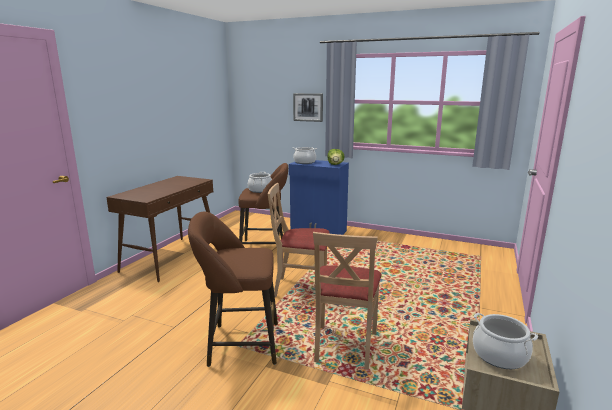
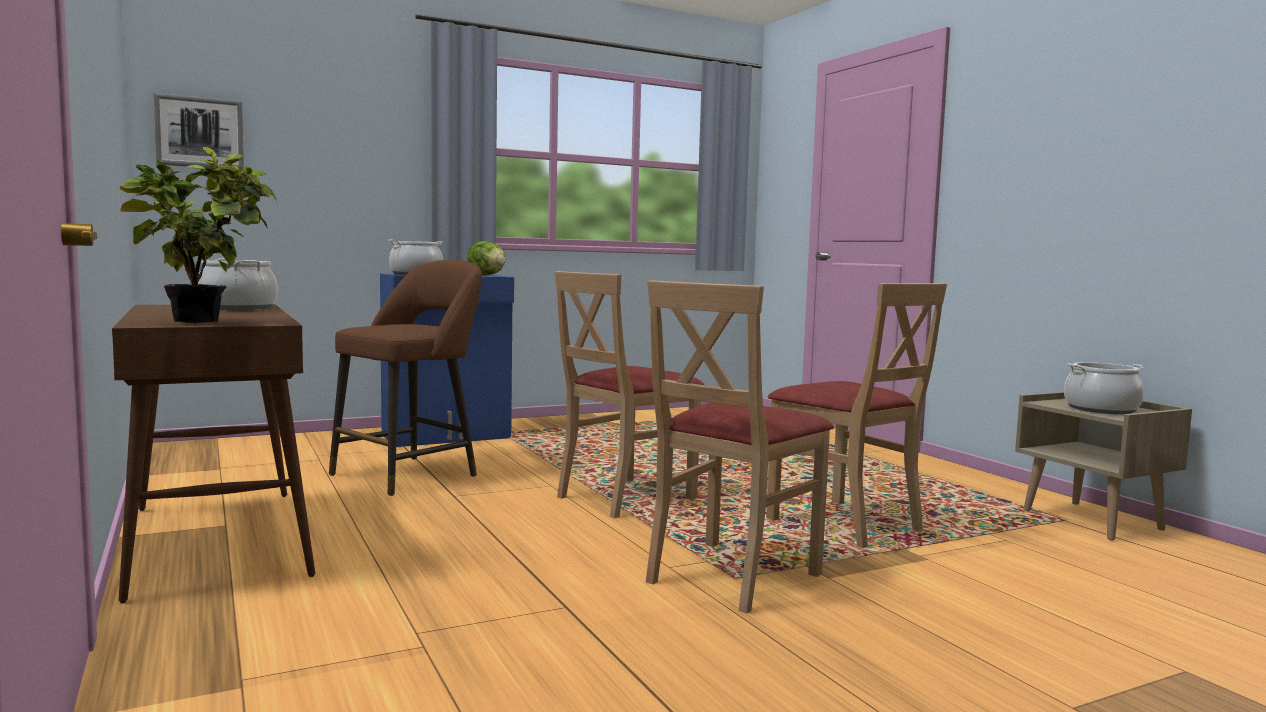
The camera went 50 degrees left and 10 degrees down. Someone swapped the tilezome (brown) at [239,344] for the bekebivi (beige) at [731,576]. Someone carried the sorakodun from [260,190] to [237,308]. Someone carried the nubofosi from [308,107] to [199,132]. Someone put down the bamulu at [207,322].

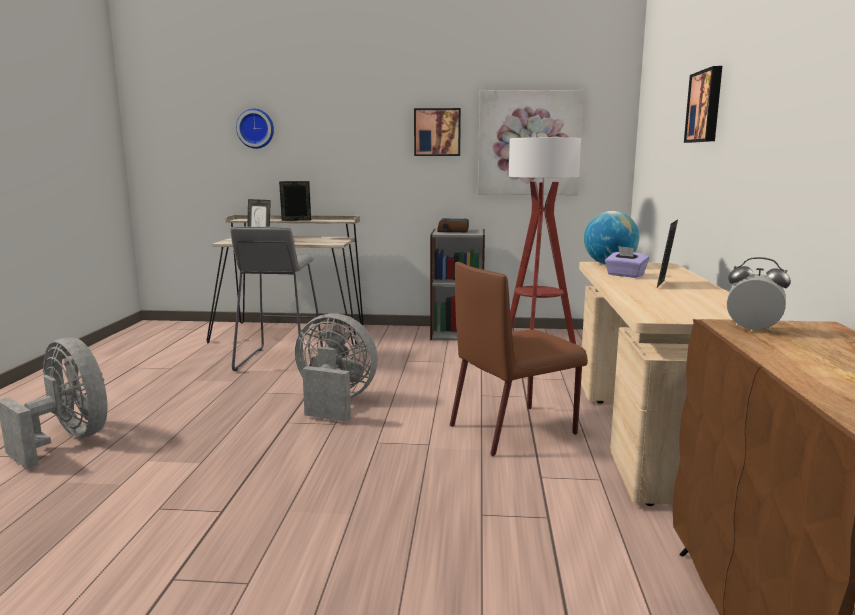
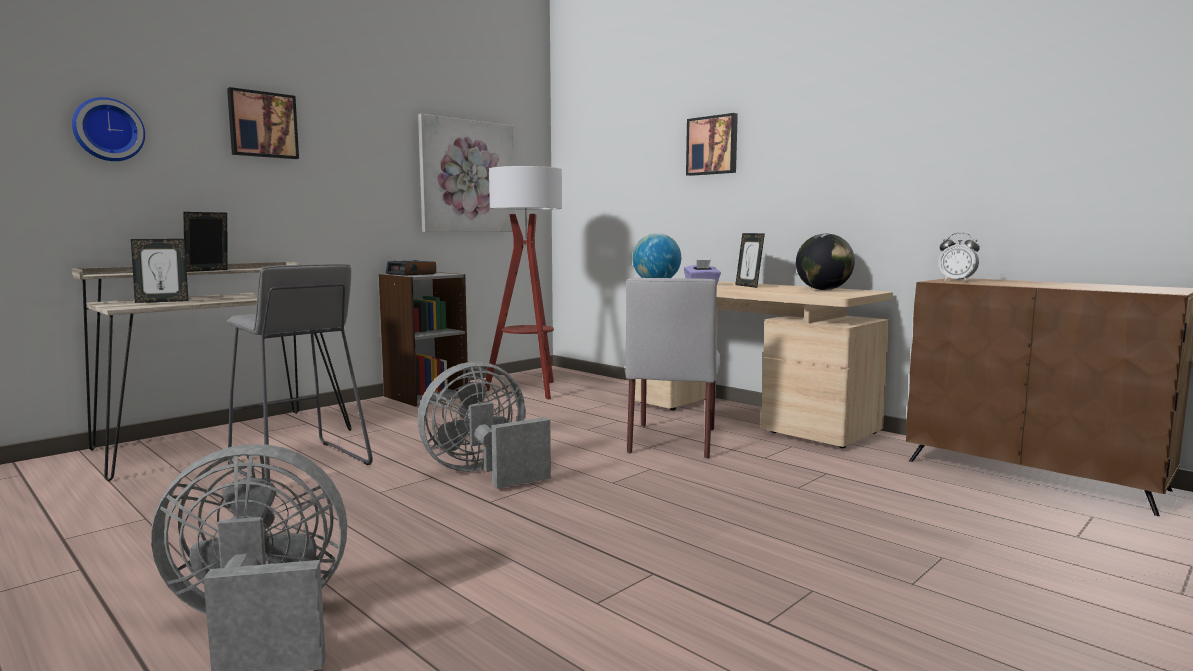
The camera went 50 degrees left and 5 degrees down. Someone carried the nubofosi from [437,132] to [262,125]. Someone repainted the bekebivi (brown) at [514,429], which became the bekebivi (grey) at [672,440]. Someone rotated the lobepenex at [752,329] by 120 degrees counterclockwise. Someone put down the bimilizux at [823,290].

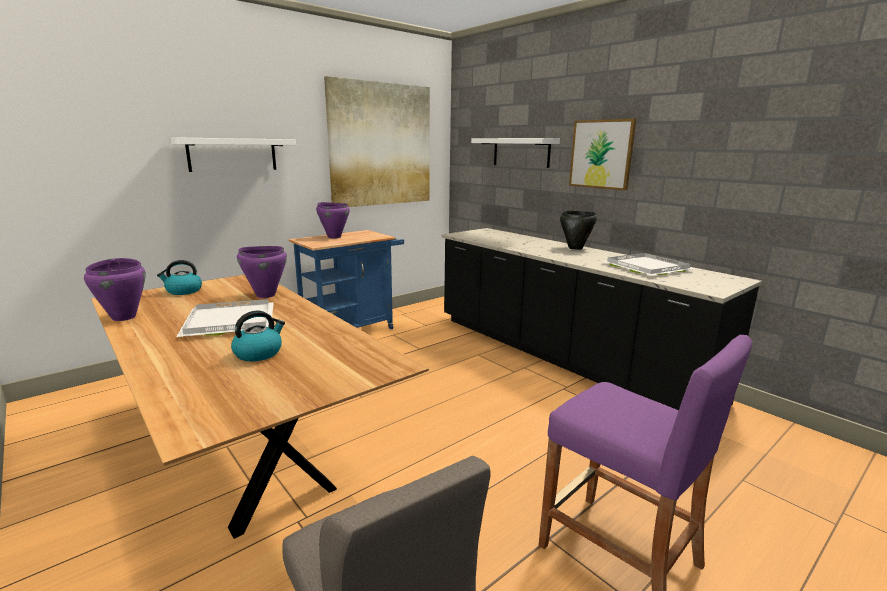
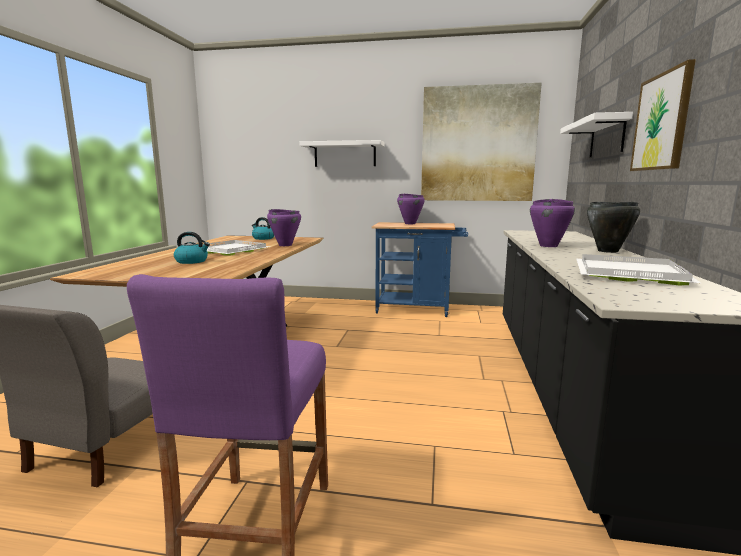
The camera went 50 degrees right and 5 degrees down. Someone carried the sorakodun (purple) from [124,317] to [549,246].

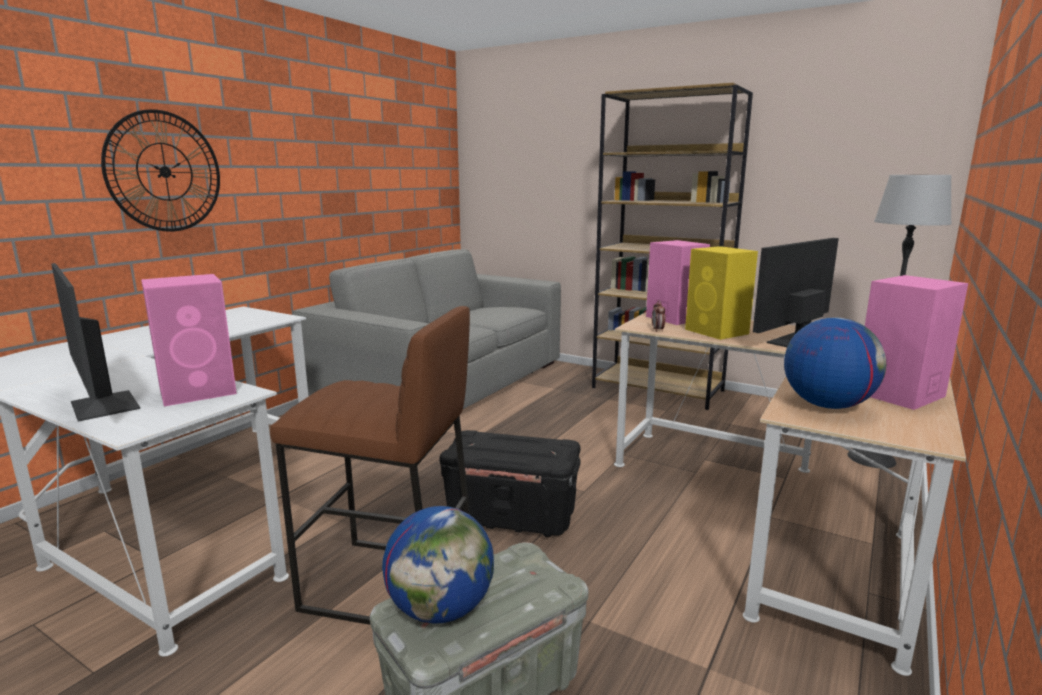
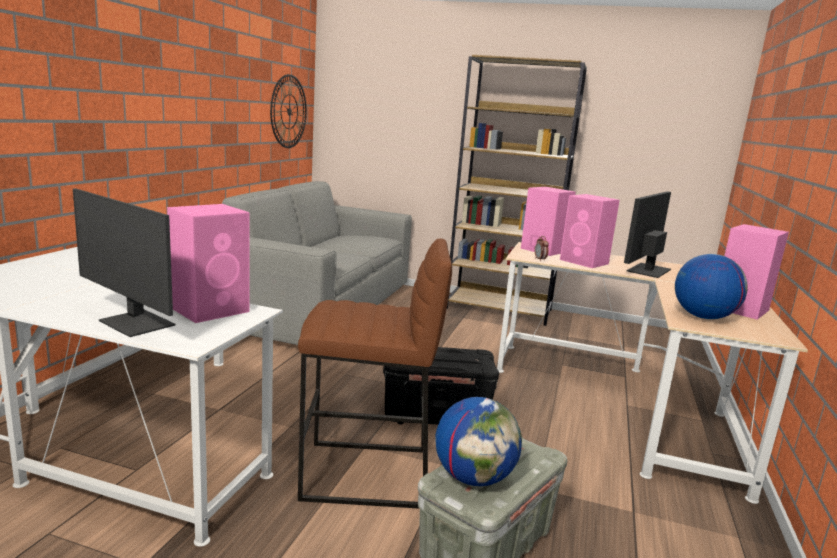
The camera went 15 degrees left and 0 degrees up. Someone carried the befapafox from [165,172] to [289,111]. Someone repainted the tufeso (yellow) at [717,332], which became the tufeso (pink) at [585,262]. Someone took away the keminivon at [871,458].

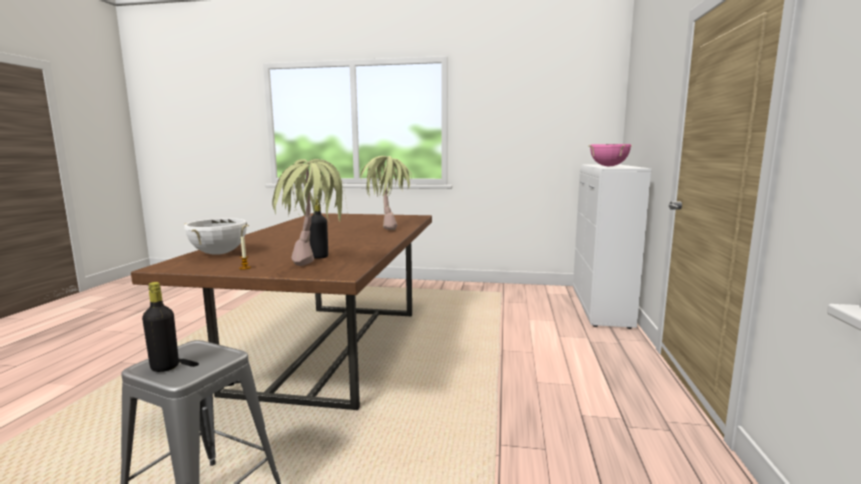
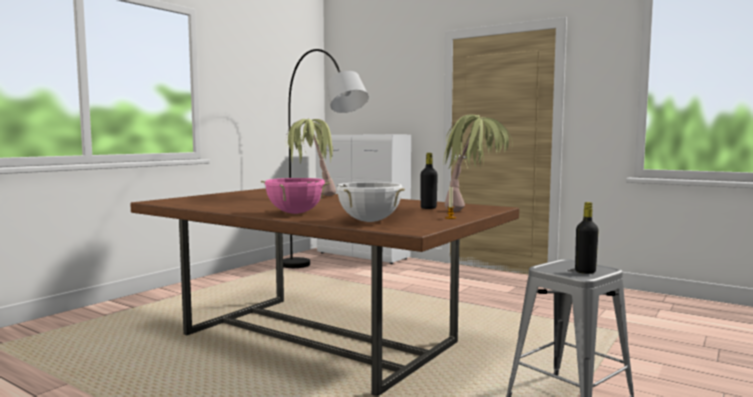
The camera went 65 degrees left and 5 degrees down. Someone carried the sorakodun (pink) from [609,166] to [295,213]. Someone put down the keminivon (grey) at [322,276].

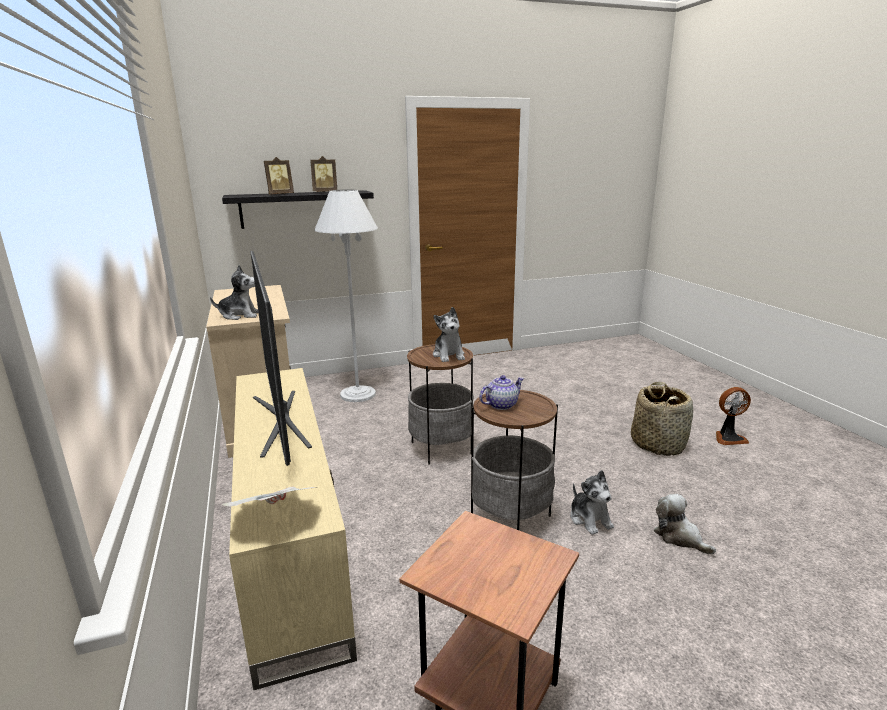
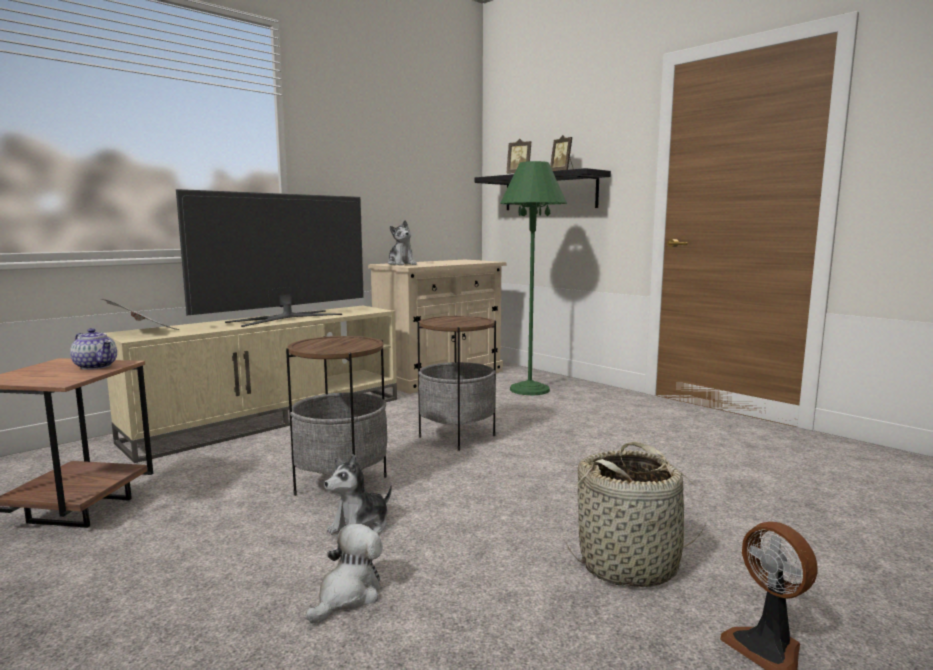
The camera went 65 degrees right and 10 degrees down. Someone repainted the keminivon (white) at [358,394], which became the keminivon (green) at [529,389]. Someone took away the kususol at [449,355]. Someone carried the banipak from [501,405] to [96,366].

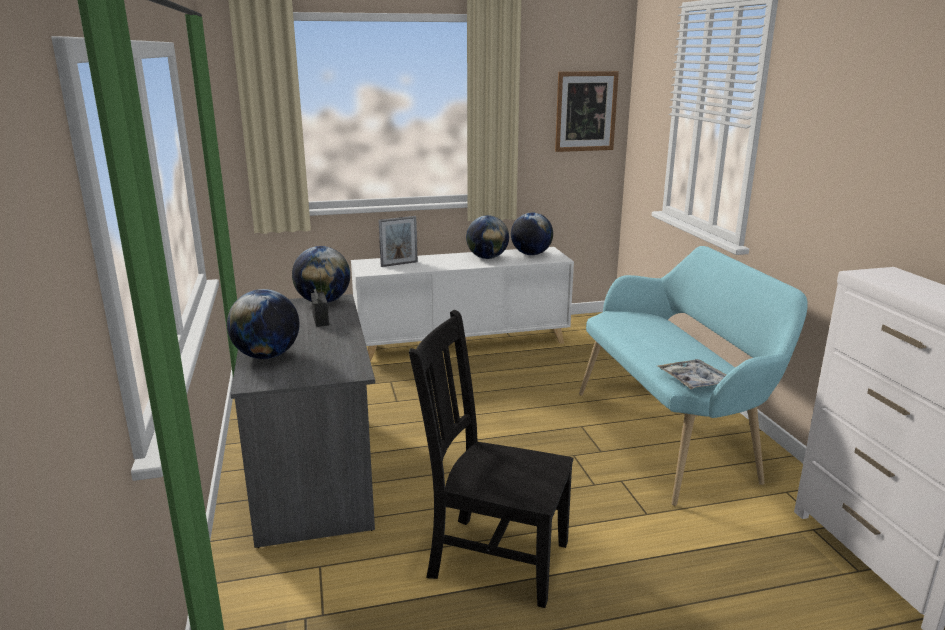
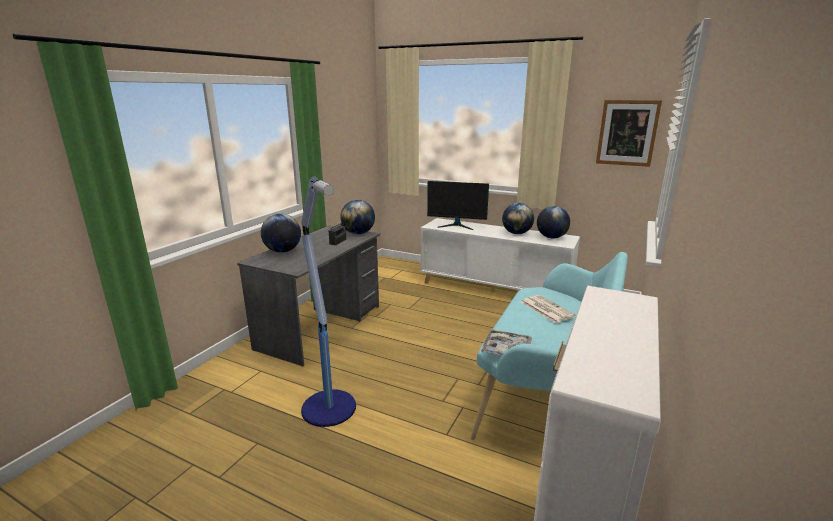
The camera went 40 degrees right and 0 degrees up. Someone swapped the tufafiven at [399,264] for the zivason at [456,225]. Someone swapped the bekebivi (black) at [494,557] for the keminivon at [330,409]. Someone put down the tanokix at [546,309].

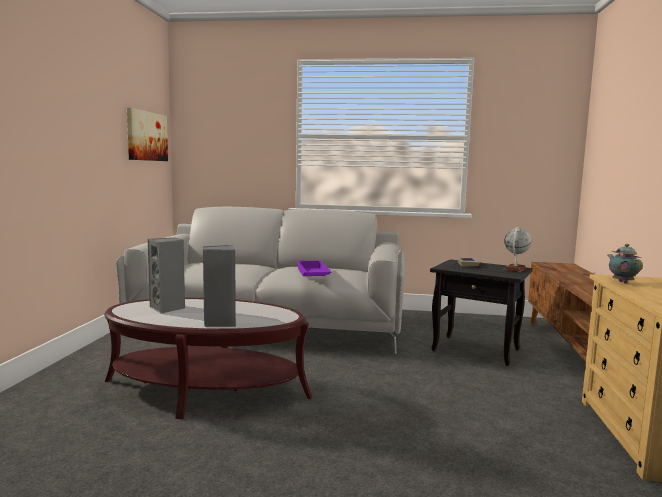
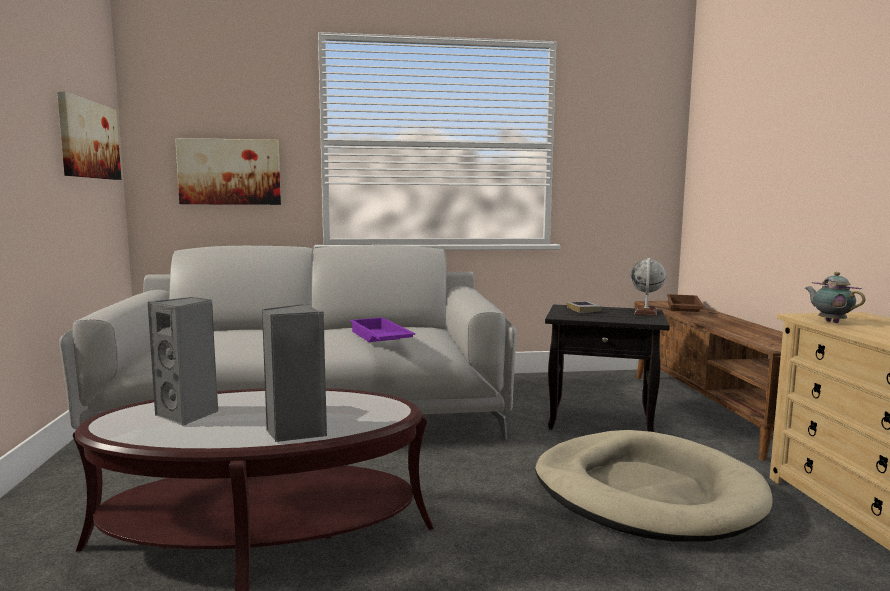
The camera went 15 degrees left and 0 degrees up. Someone put up the nubofosi at [229,172]. Someone put down the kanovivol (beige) at [645,492]. Someone put down the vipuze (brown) at [682,309].

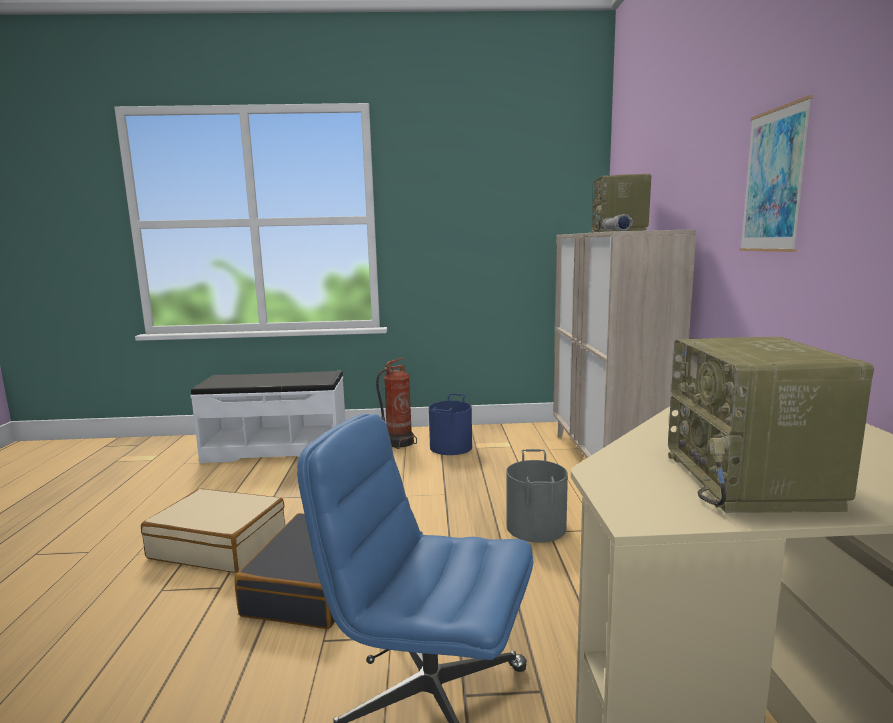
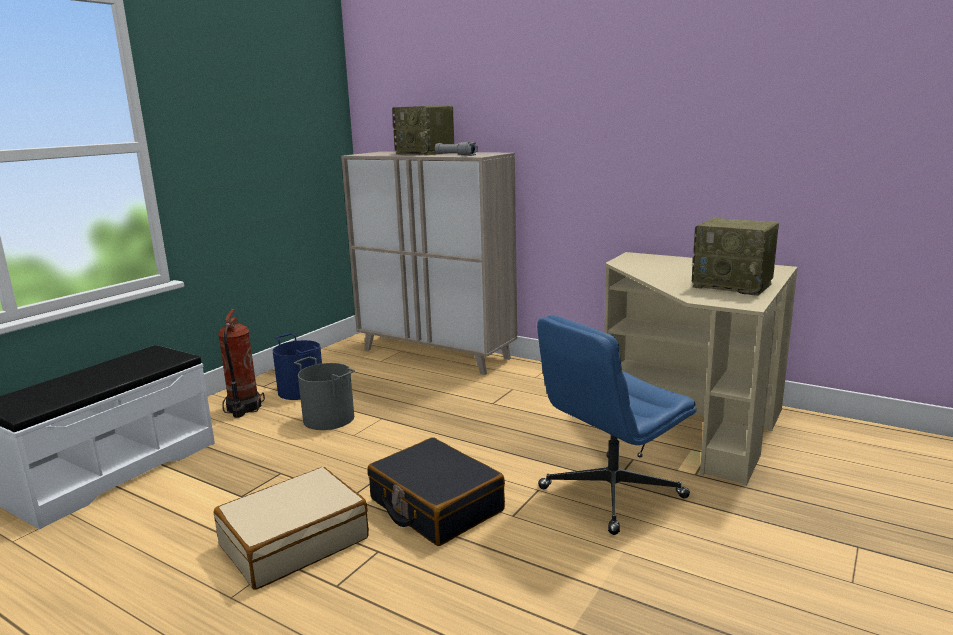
The camera went 55 degrees left and 5 degrees up. Someone carried the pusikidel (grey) from [535,526] to [328,419]. Someone took away the nubofosi at [774,181].

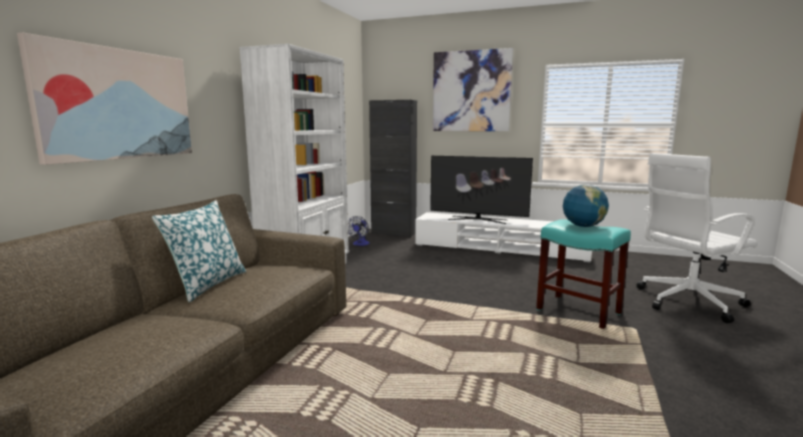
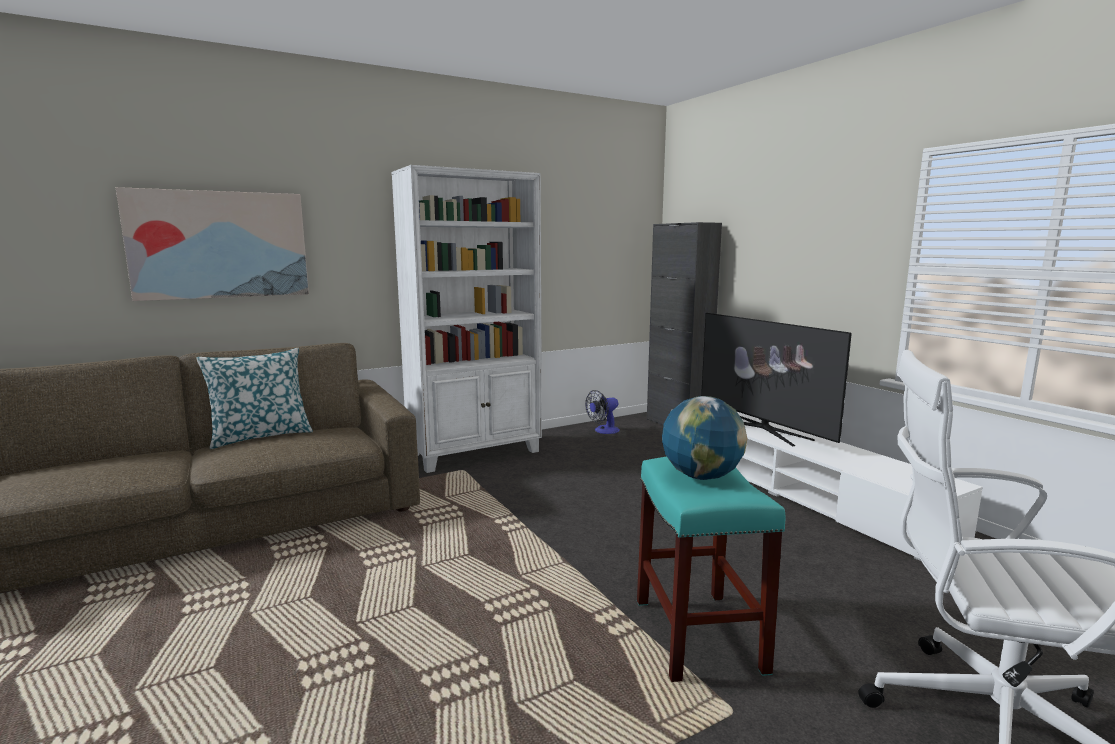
The camera went 40 degrees right and 0 degrees up. Someone took away the nubofosi at [471,91].

